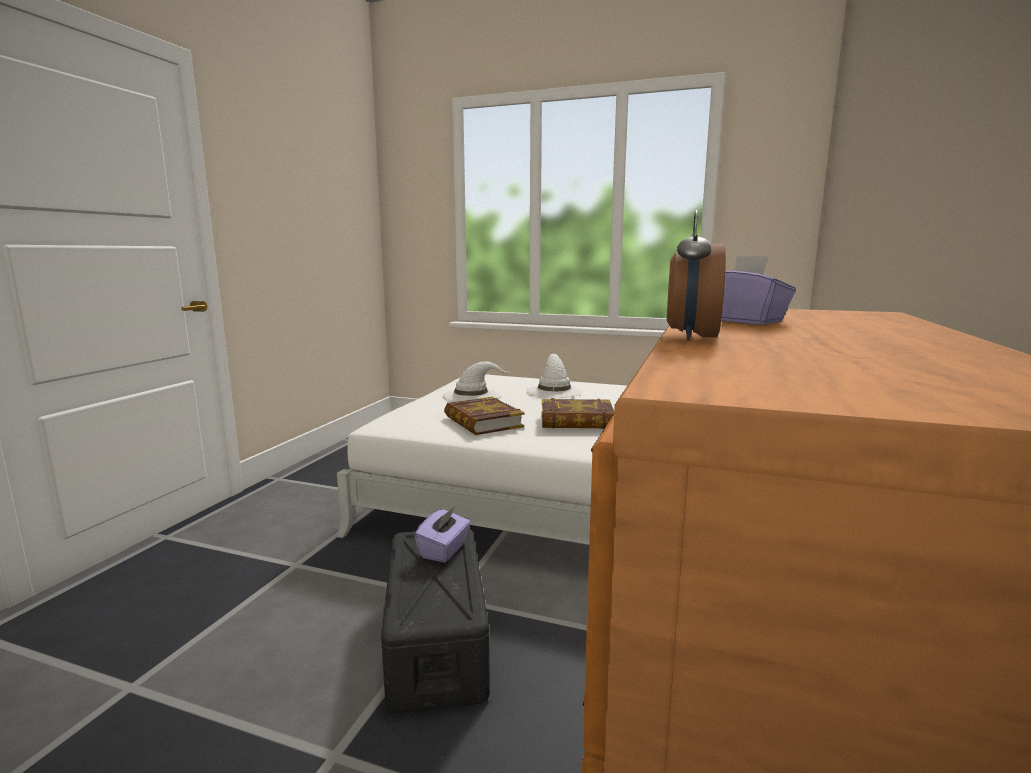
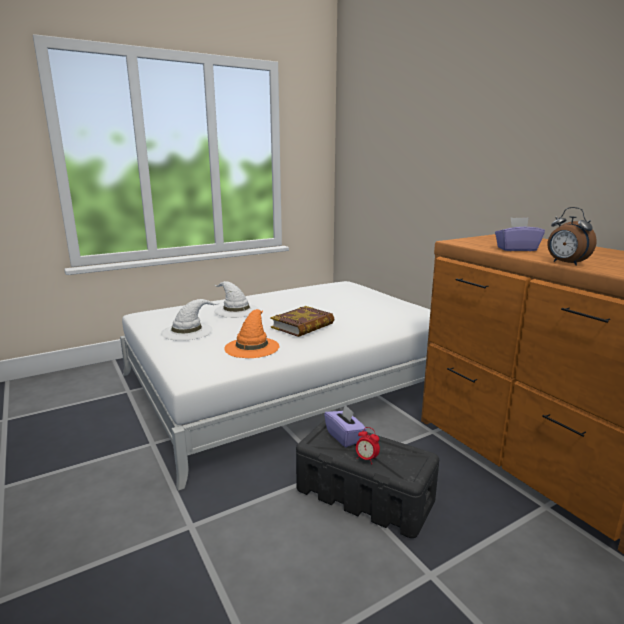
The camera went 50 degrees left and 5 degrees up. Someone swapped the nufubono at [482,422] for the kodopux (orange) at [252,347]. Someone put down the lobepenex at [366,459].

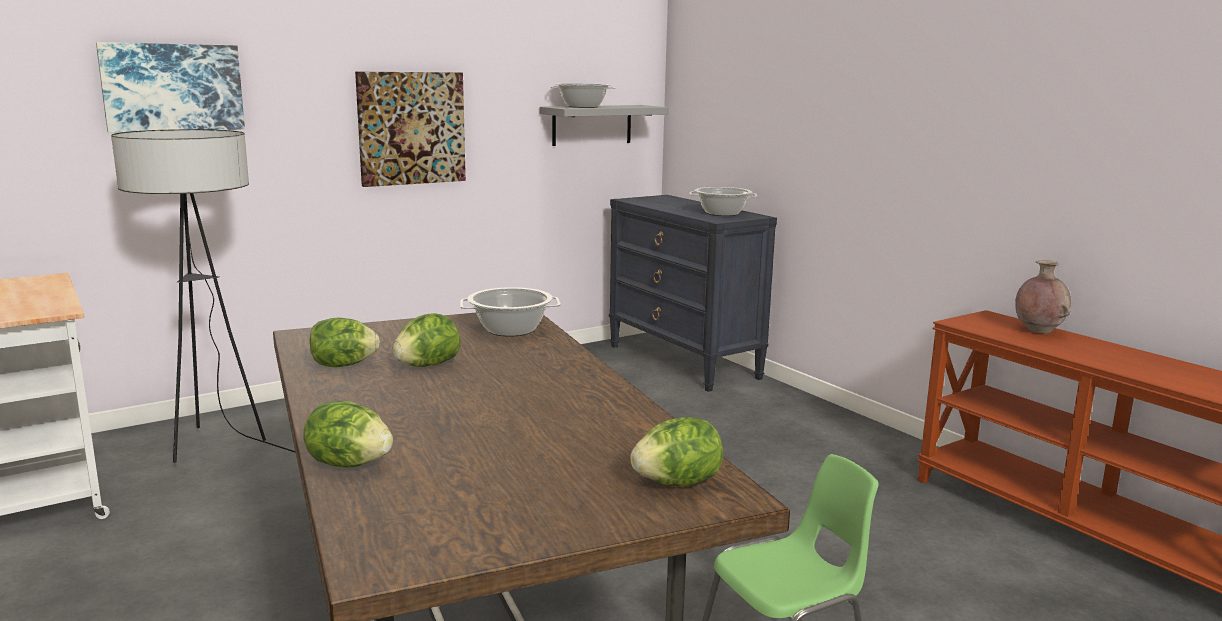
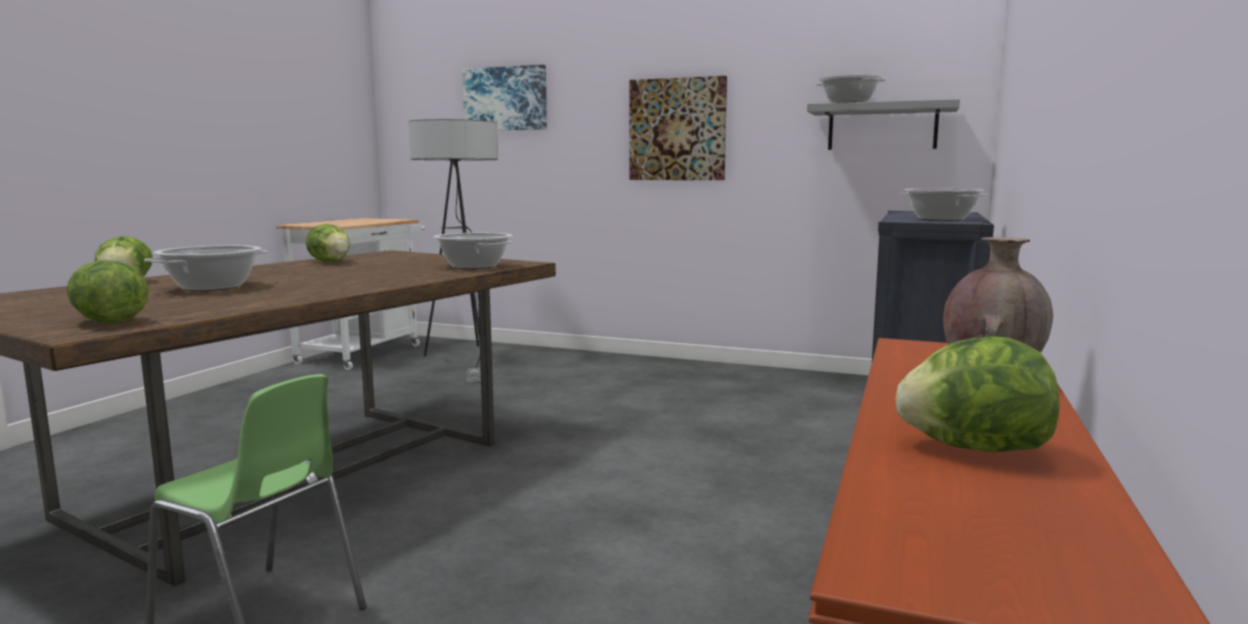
The camera went 55 degrees right and 5 degrees down. Someone carried the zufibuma from [427,365] to [973,449]. Someone put down the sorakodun at [212,287].

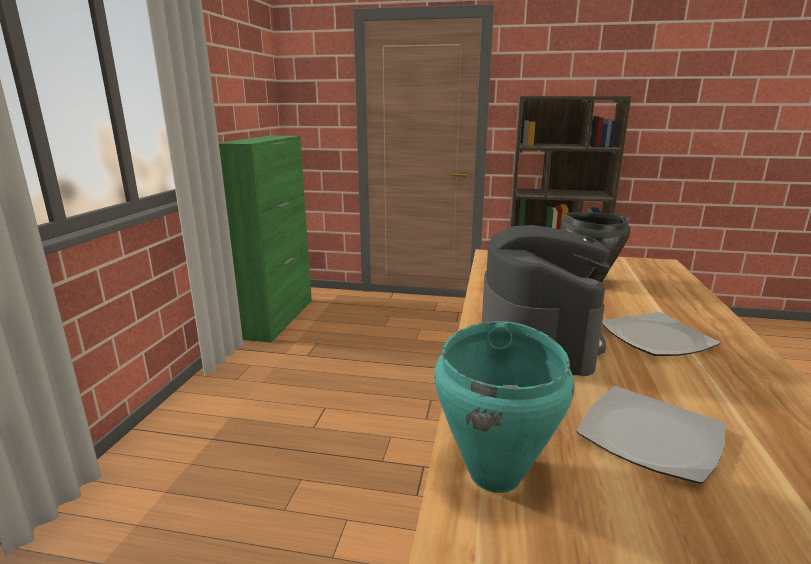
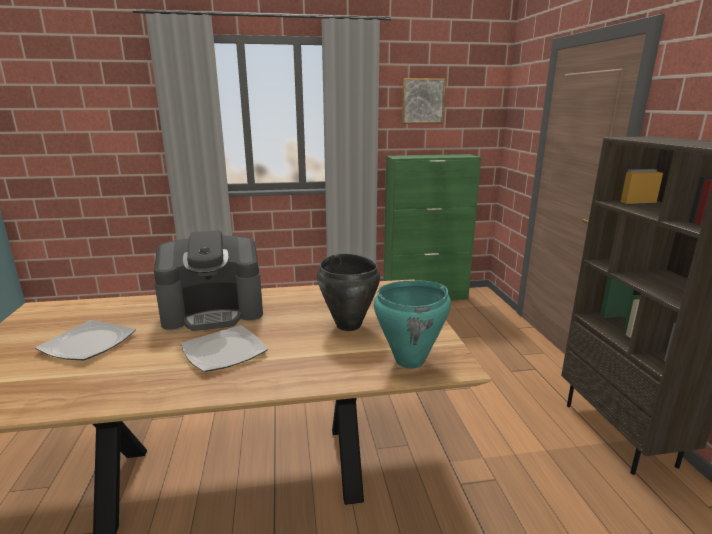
The camera went 70 degrees right and 0 degrees up. Someone carried the sorakodun (turquoise) from [496,473] to [410,361]. Someone put up the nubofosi at [422,101].

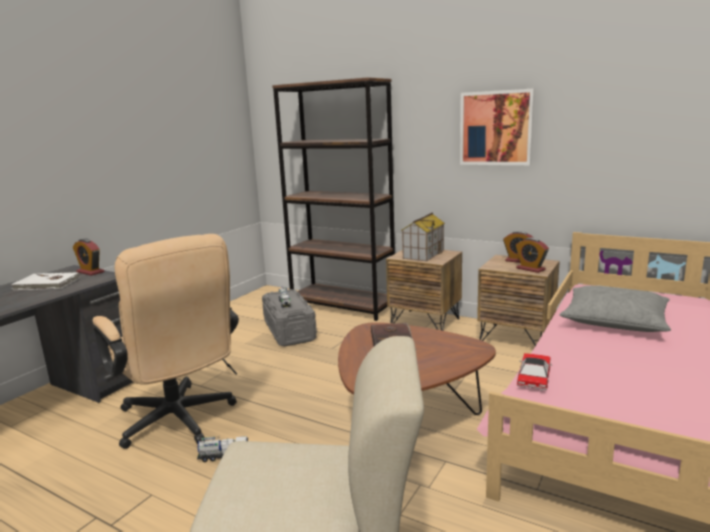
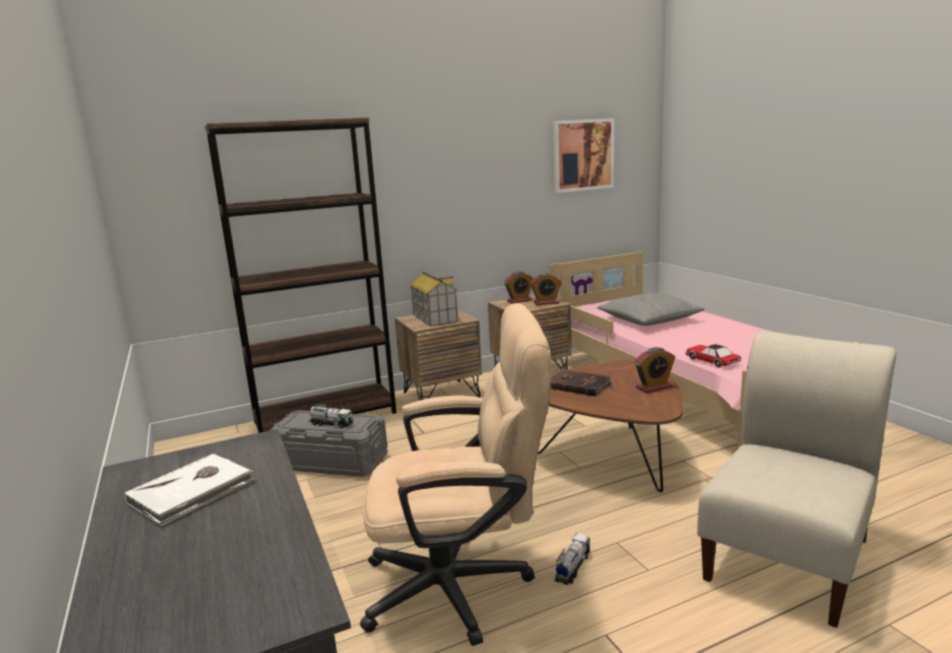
The camera went 55 degrees left and 0 degrees up. Someone carried the lobepenex from [90,272] to [654,387]. Someone carried the nubofosi from [496,128] to [583,155].

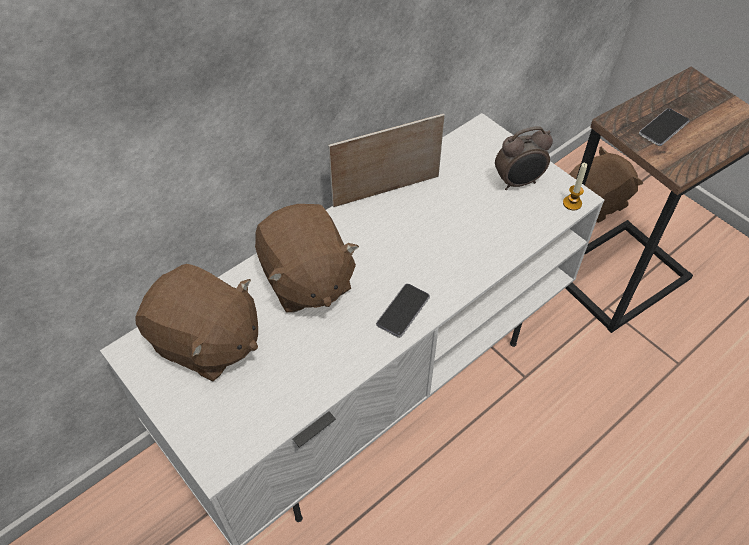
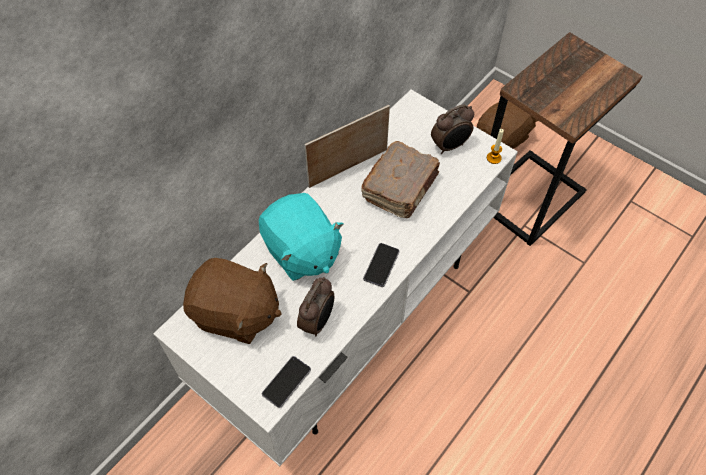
The camera went 10 degrees left and 5 degrees up. Someone repainted the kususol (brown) at [306,280], which became the kususol (turquoise) at [301,251]. Someone carried the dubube from [663,128] to [286,382]. Someone put down the lobepenex at [318,321]. Someone put down the nufubono (brown) at [401,187].

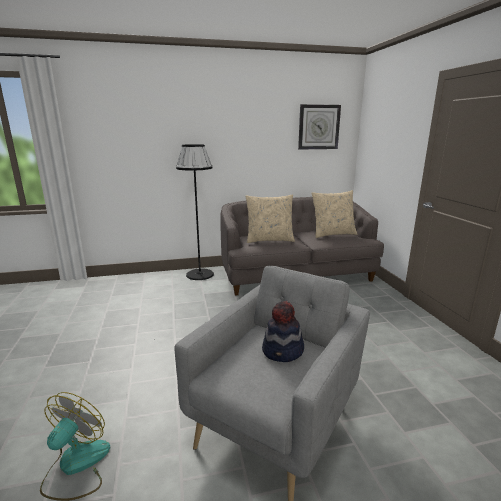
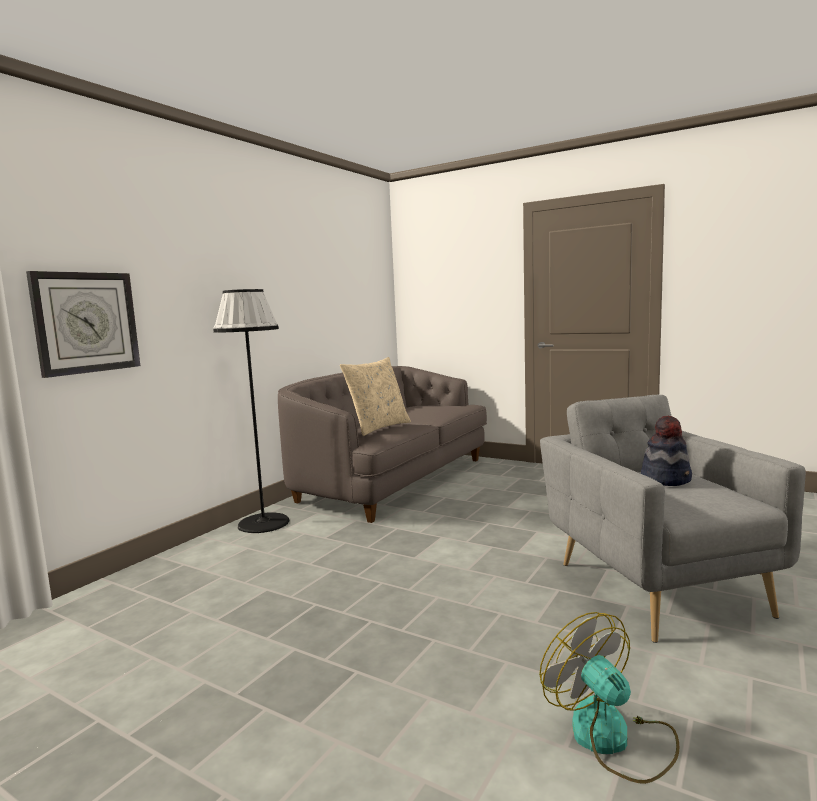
The camera went 45 degrees left and 10 degrees down. Someone carried the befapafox from [318,127] to [86,322]. Someone took away the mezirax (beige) at [332,234].

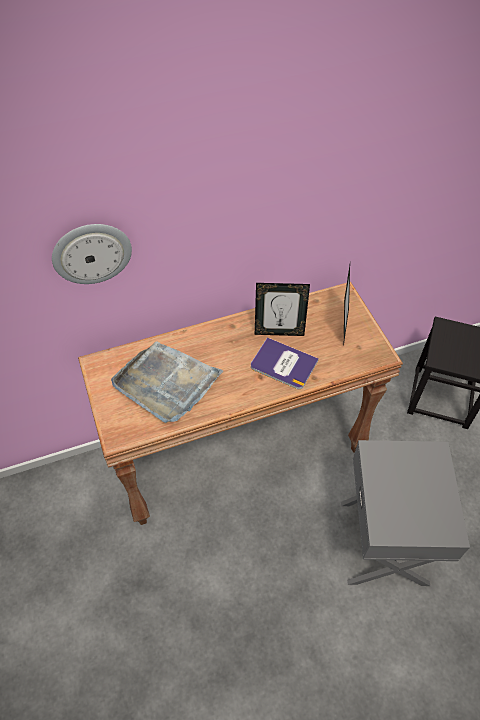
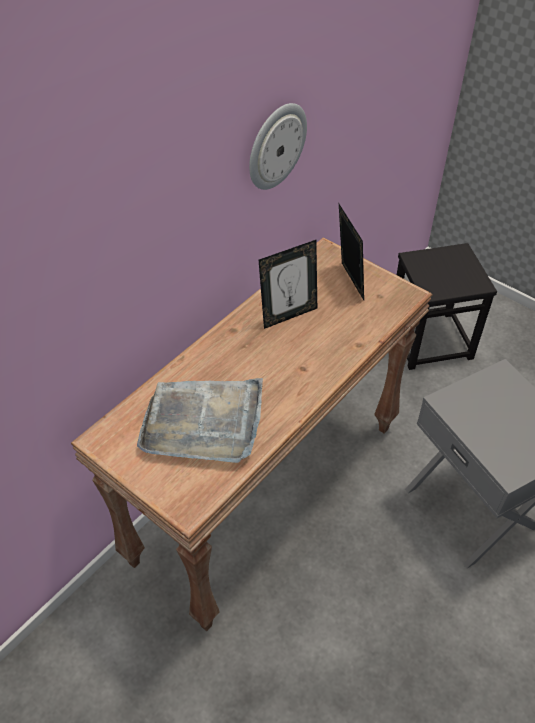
The camera went 30 degrees left and 5 degrees down. Someone carried the befapafox from [92,253] to [276,146]. Someone took away the nufubono at [283,364].

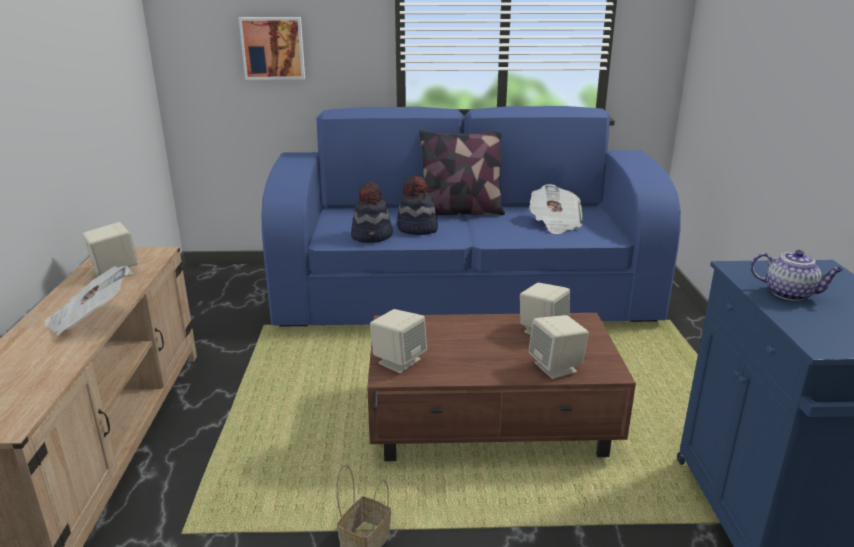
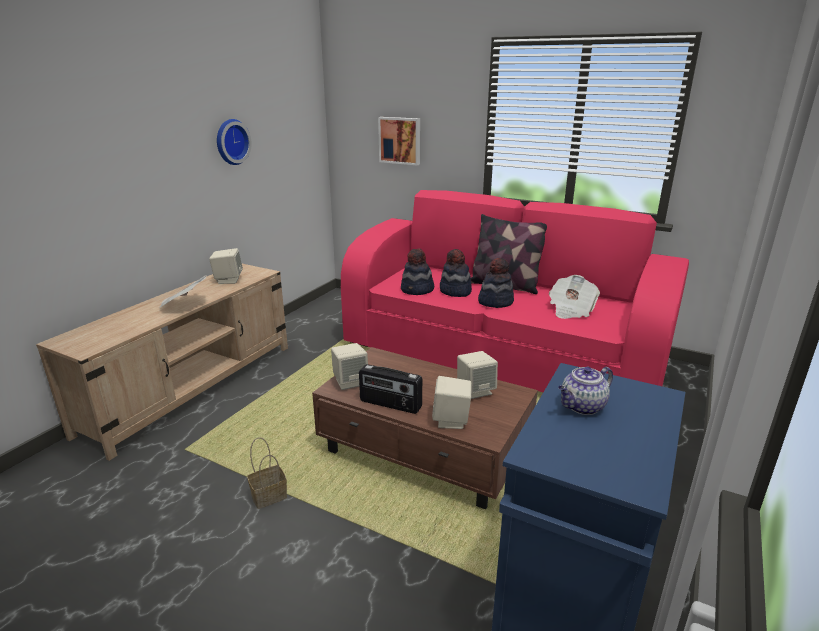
The camera went 30 degrees right and 0 degrees up. Someone repainted the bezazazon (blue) at [465,298], which became the bezazazon (pink) at [498,356]. Someone rotated the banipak at [790,293] by 90 degrees clockwise. Someone put up the befapafox at [231,142]. Someone put down the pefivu at [390,404]. Someone put down the kodopux at [495,301].

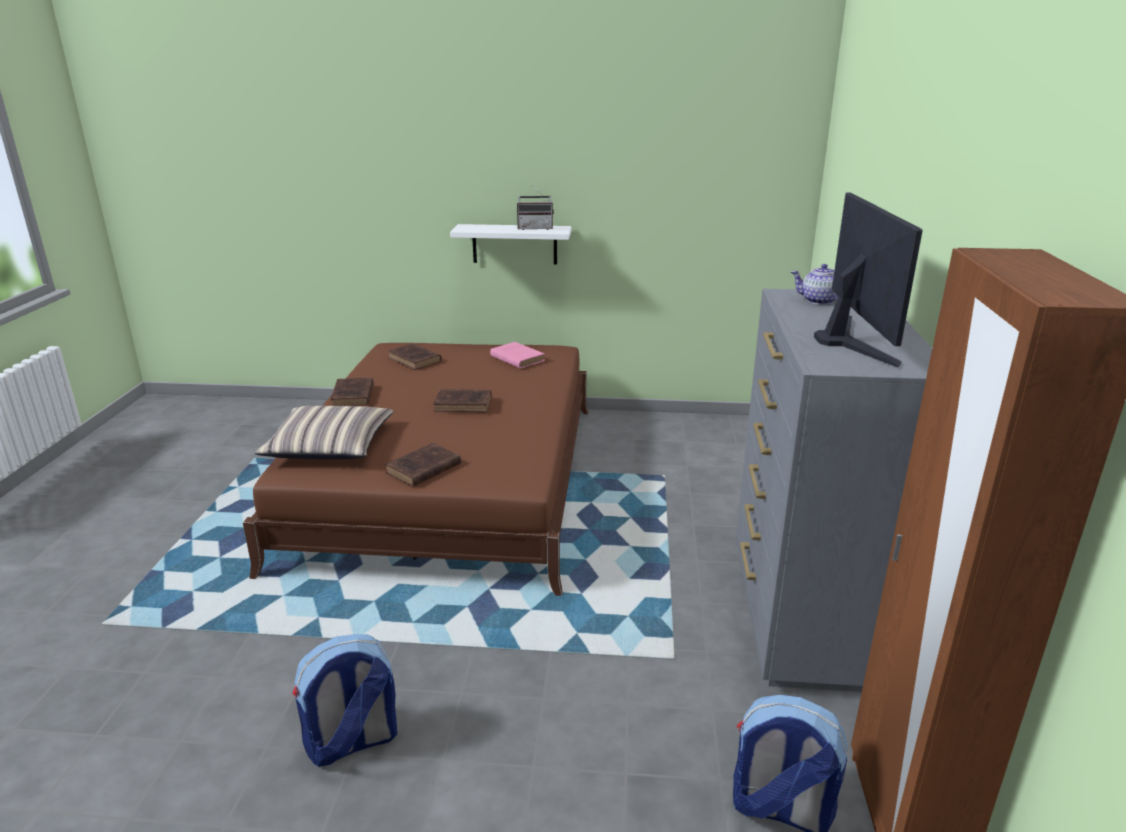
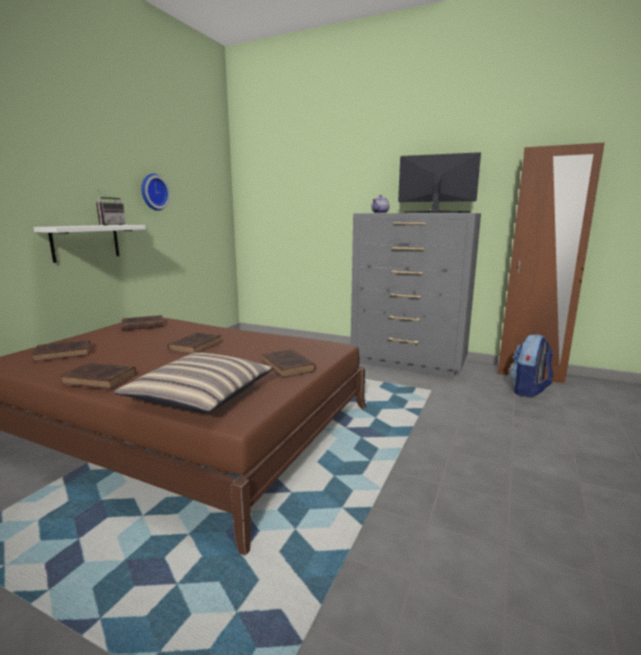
The camera went 70 degrees left and 10 degrees down. Someone took away the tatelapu at [352,743]. Someone repainted the nufubono (pink) at [516,358], which became the nufubono (brown) at [141,326]. Someone put up the befapafox at [153,192].

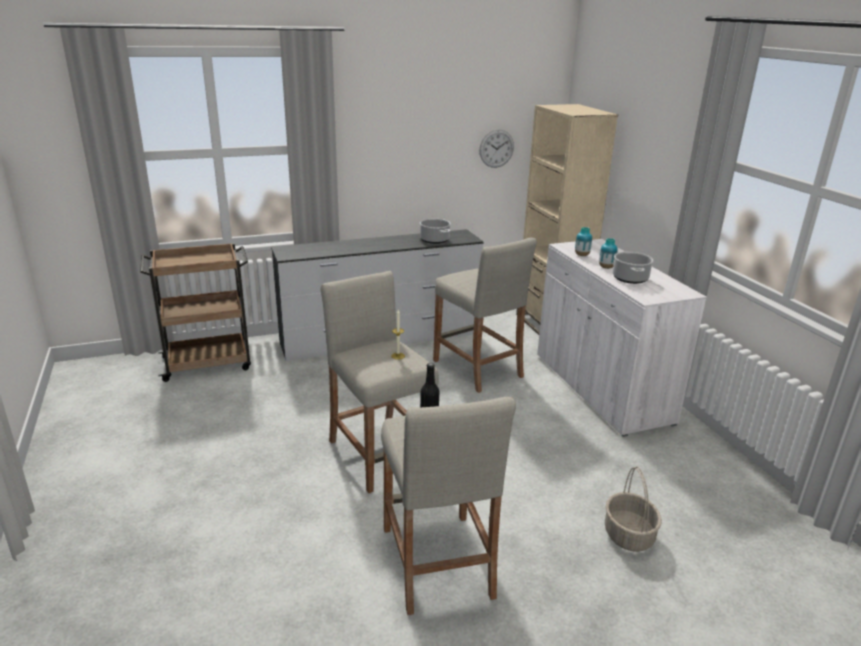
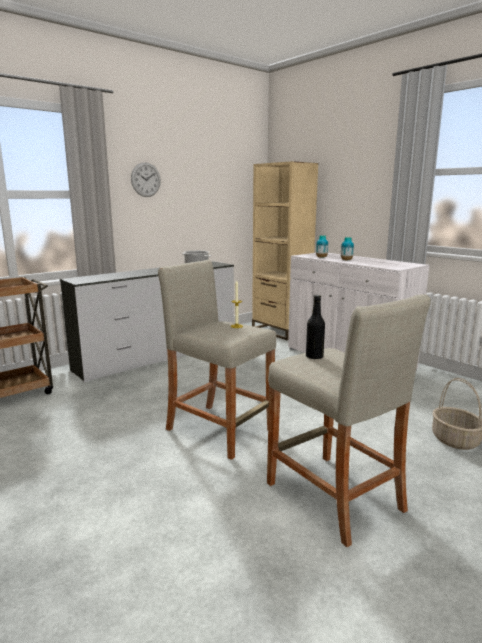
The camera went 20 degrees left and 10 degrees down. Someone took away the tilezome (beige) at [477,368]. Someone carried the befapafox from [496,148] to [146,179]. Someone took away the sorakodun at [630,278].

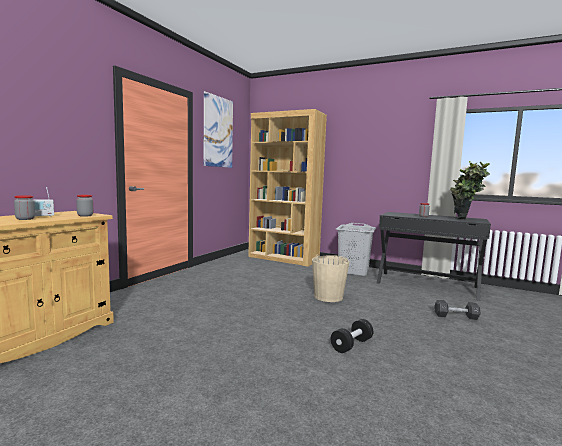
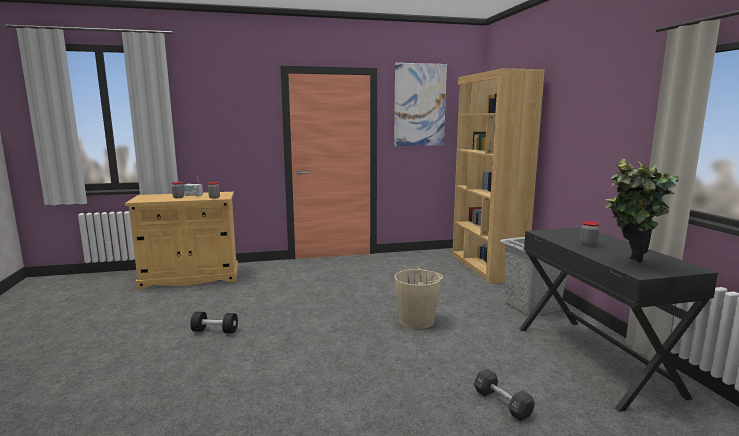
The camera went 50 degrees right and 5 degrees up. Someone carried the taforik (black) from [351,345] to [215,331].

